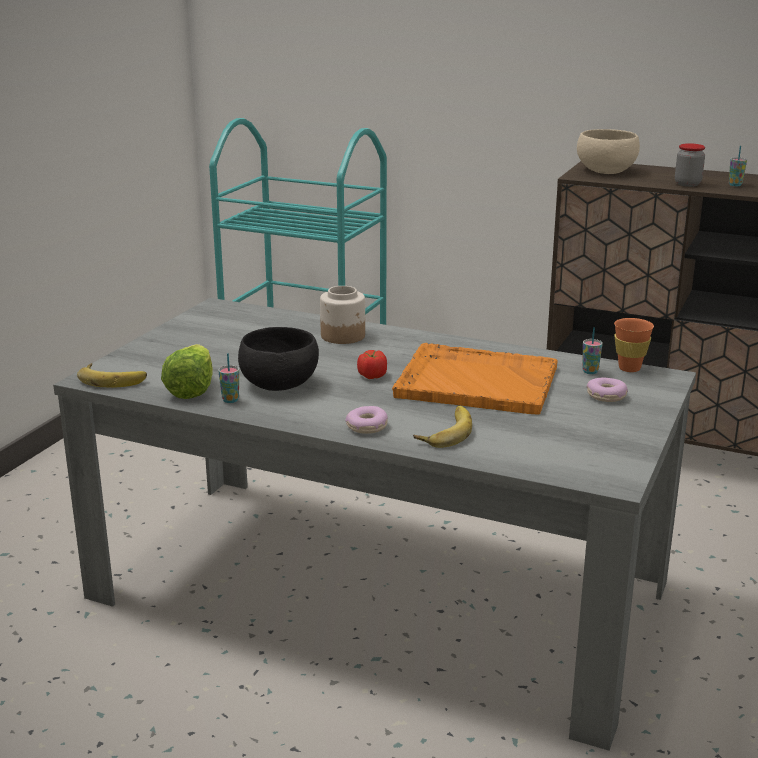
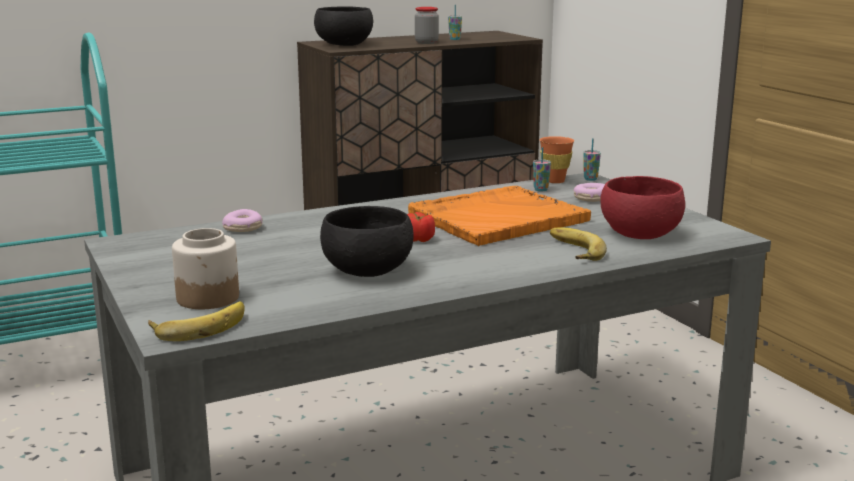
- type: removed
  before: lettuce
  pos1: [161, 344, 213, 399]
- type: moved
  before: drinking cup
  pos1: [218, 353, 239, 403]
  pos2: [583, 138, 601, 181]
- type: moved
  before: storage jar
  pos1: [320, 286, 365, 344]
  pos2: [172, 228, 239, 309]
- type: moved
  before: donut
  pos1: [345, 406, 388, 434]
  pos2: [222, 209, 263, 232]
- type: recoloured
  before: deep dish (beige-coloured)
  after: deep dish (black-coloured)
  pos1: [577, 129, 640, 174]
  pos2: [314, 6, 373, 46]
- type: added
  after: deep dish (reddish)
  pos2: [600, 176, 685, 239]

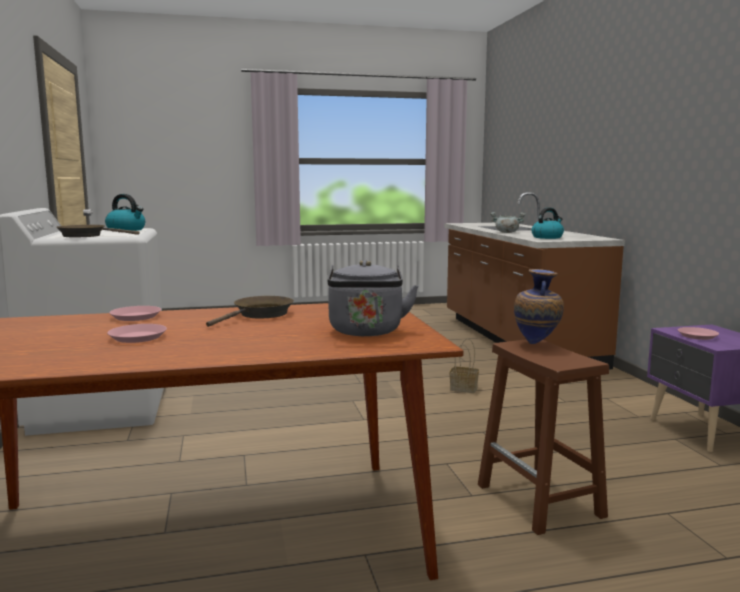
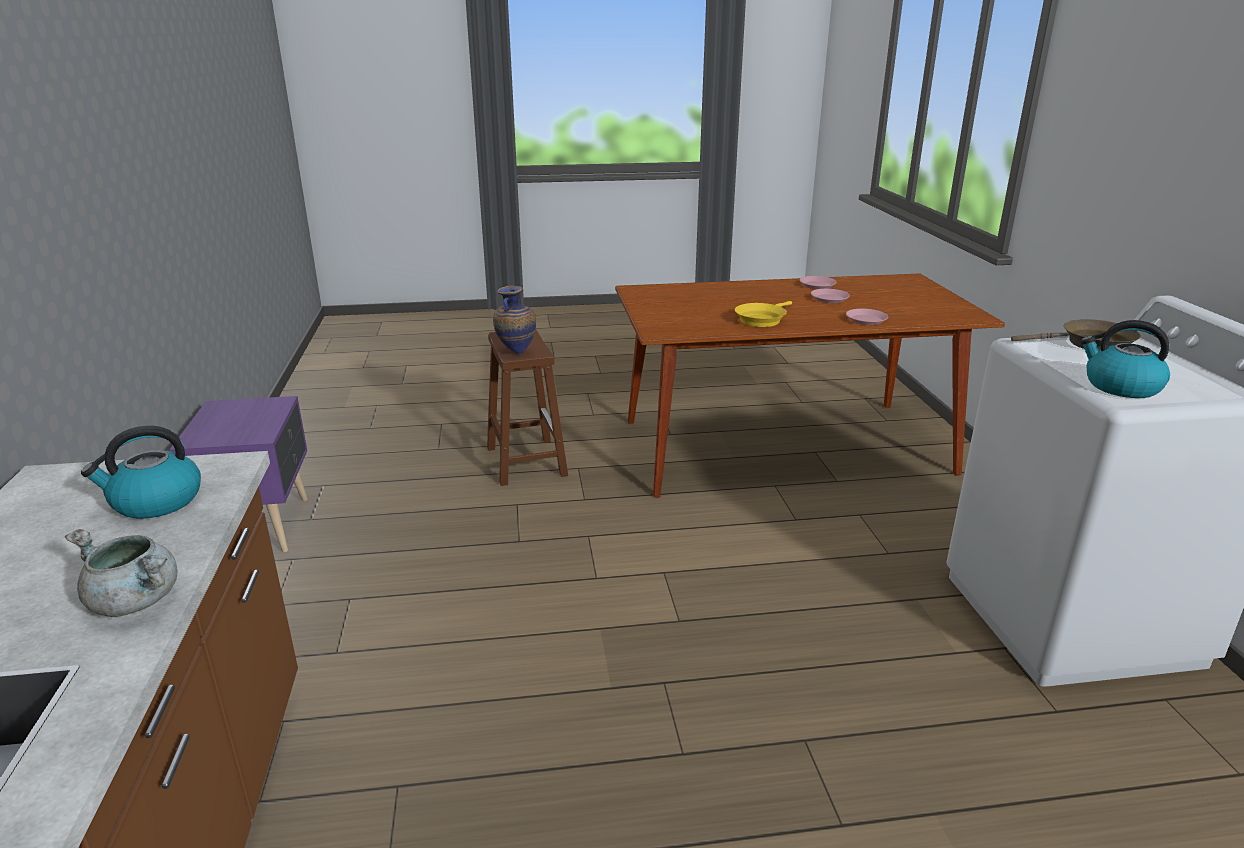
- type: recoloured
  before: pan (brown)
  after: pan (yellow)
  pos1: [206, 296, 294, 327]
  pos2: [735, 301, 792, 327]
- type: removed
  before: water kettle (greyish)
  pos1: [328, 260, 419, 336]
- type: removed
  before: storage basket
  pos1: [450, 338, 479, 393]
- type: moved
  before: plate (pinkish)
  pos1: [678, 327, 719, 340]
  pos2: [800, 276, 837, 289]

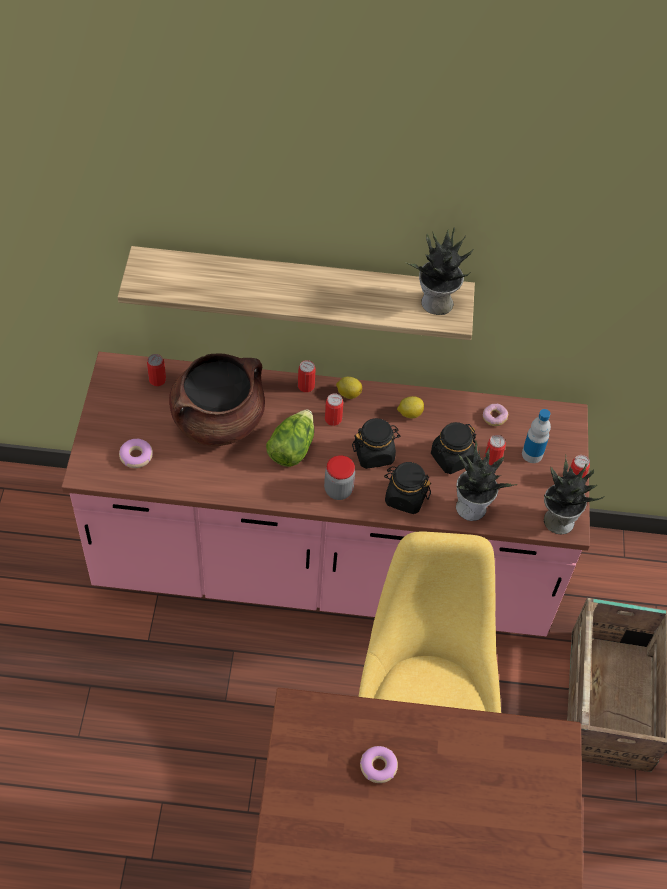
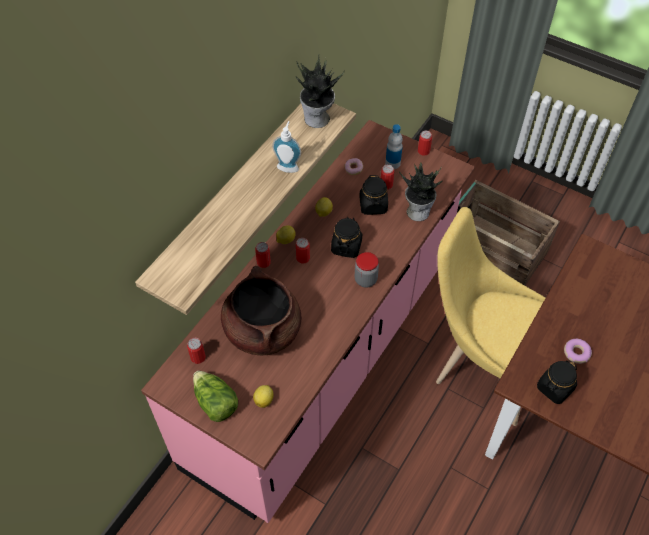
- type: replaced
  before: donut
  after: lemon
  pos1: [119, 439, 153, 468]
  pos2: [253, 385, 274, 408]
- type: moved
  before: lettuce
  pos1: [266, 409, 314, 467]
  pos2: [193, 371, 238, 422]
- type: moved
  before: storage jar (black-coloured)
  pos1: [384, 462, 431, 514]
  pos2: [537, 360, 577, 404]
- type: removed
  before: houseplant
  pos1: [544, 455, 604, 534]
- type: added
  after: soap bottle
  pos2: [272, 121, 301, 173]

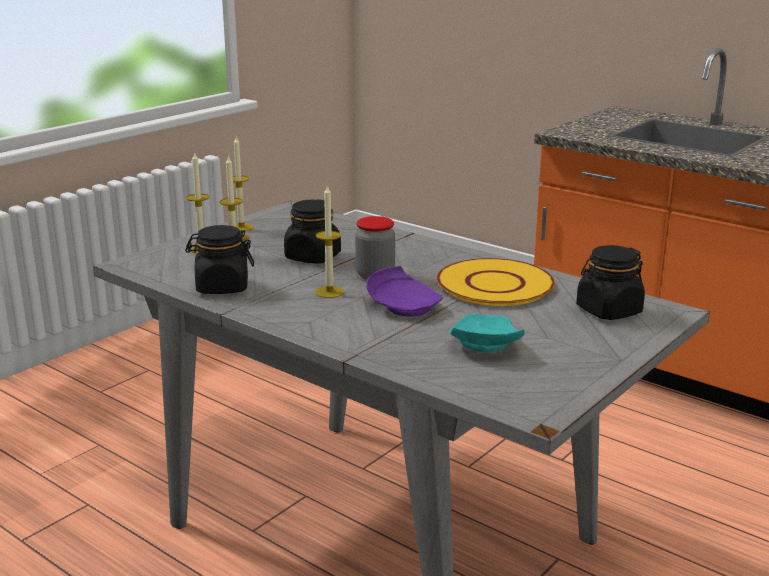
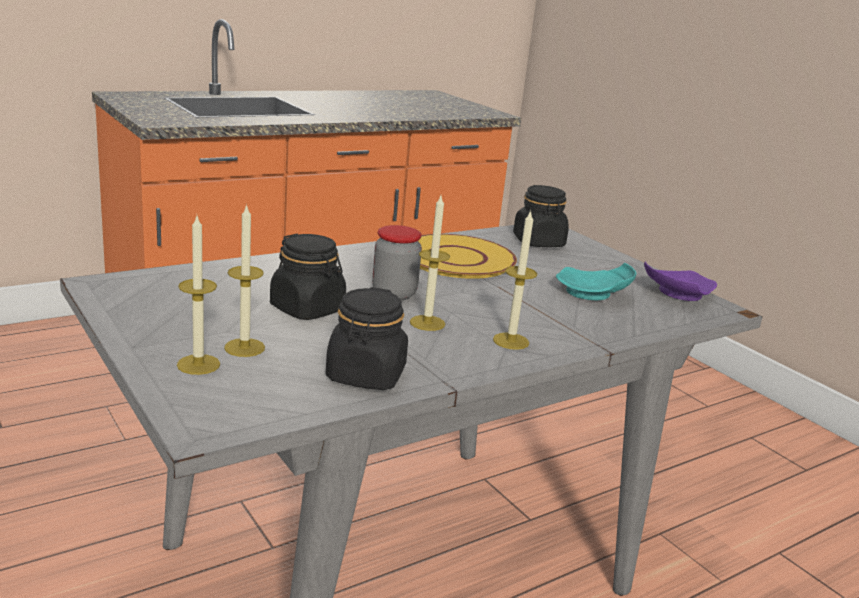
- type: moved
  before: wax candle
  pos1: [233, 137, 254, 232]
  pos2: [493, 210, 537, 350]
- type: moved
  before: plate (purple-coloured)
  pos1: [366, 266, 443, 317]
  pos2: [644, 262, 717, 301]

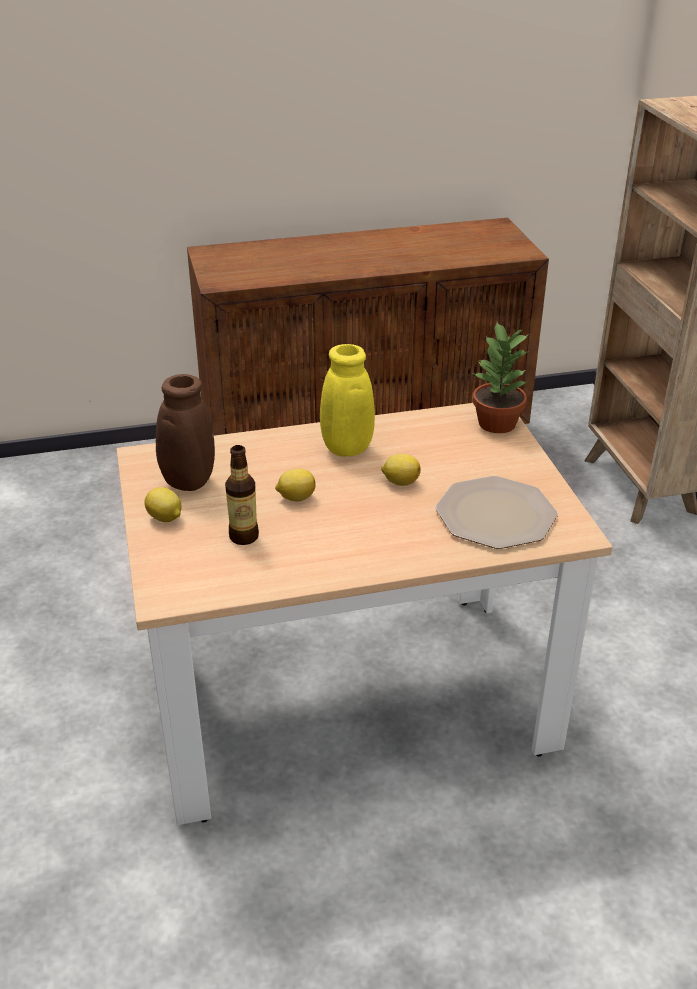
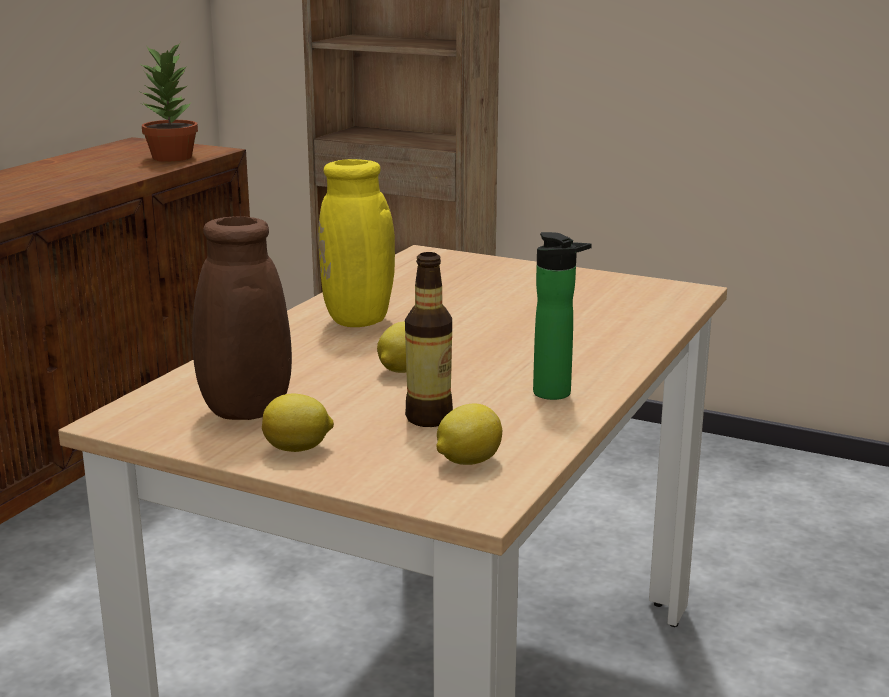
- type: moved
  before: lemon
  pos1: [381, 454, 421, 486]
  pos2: [436, 404, 502, 465]
- type: removed
  before: plate
  pos1: [436, 476, 558, 549]
- type: moved
  before: houseplant
  pos1: [473, 322, 529, 433]
  pos2: [139, 42, 198, 162]
- type: added
  after: beverage bottle
  pos2: [533, 232, 592, 400]

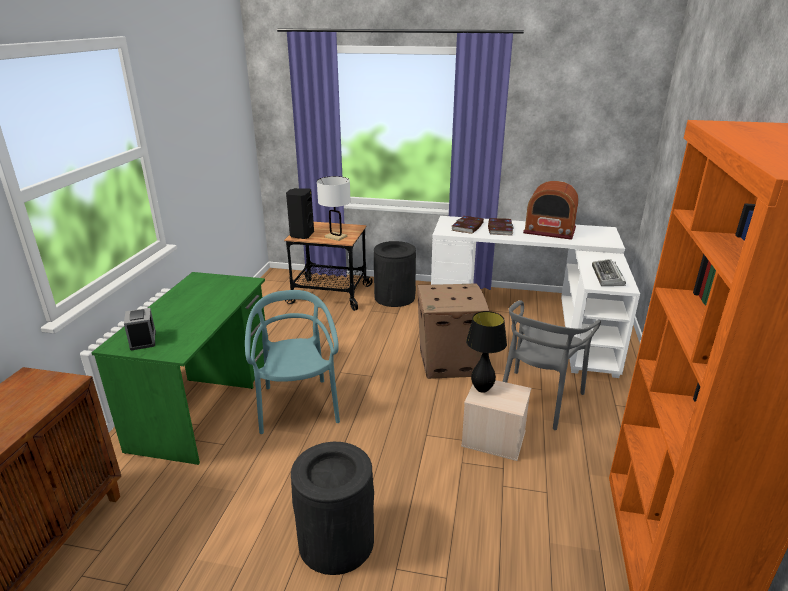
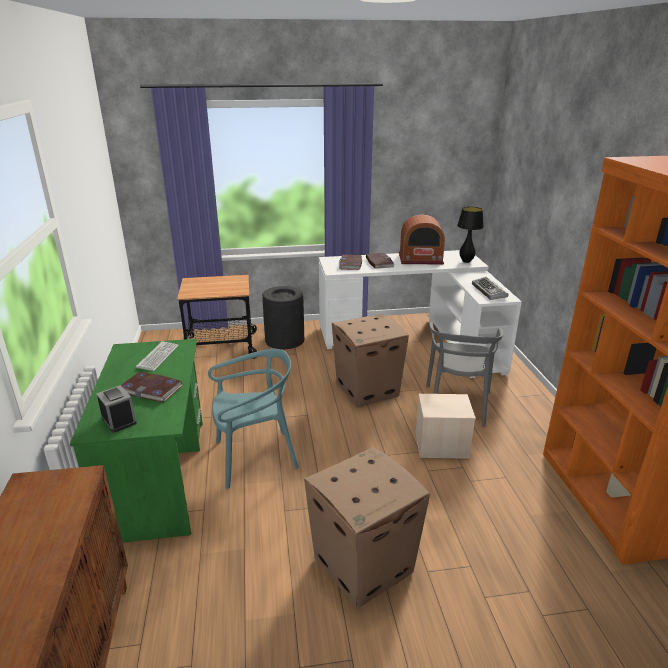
- type: turned
  before: plain chair (turquoise-coloured)
  pos1: [245, 290, 340, 434]
  pos2: [208, 349, 299, 489]
  turn: 105
- type: removed
  before: loudspeaker (black-coloured)
  pos1: [286, 188, 314, 239]
- type: replaced
  before: rubbish bin (black-coloured)
  after: carton
  pos1: [291, 442, 374, 575]
  pos2: [304, 447, 430, 608]
- type: removed
  before: tabletop lamp (white)
  pos1: [317, 176, 351, 241]
- type: moved
  before: tabletop lamp (black-coloured)
  pos1: [466, 311, 507, 393]
  pos2: [457, 207, 484, 263]
- type: added
  after: volume
  pos2: [121, 372, 182, 402]
- type: added
  after: keyboard
  pos2: [136, 341, 179, 371]

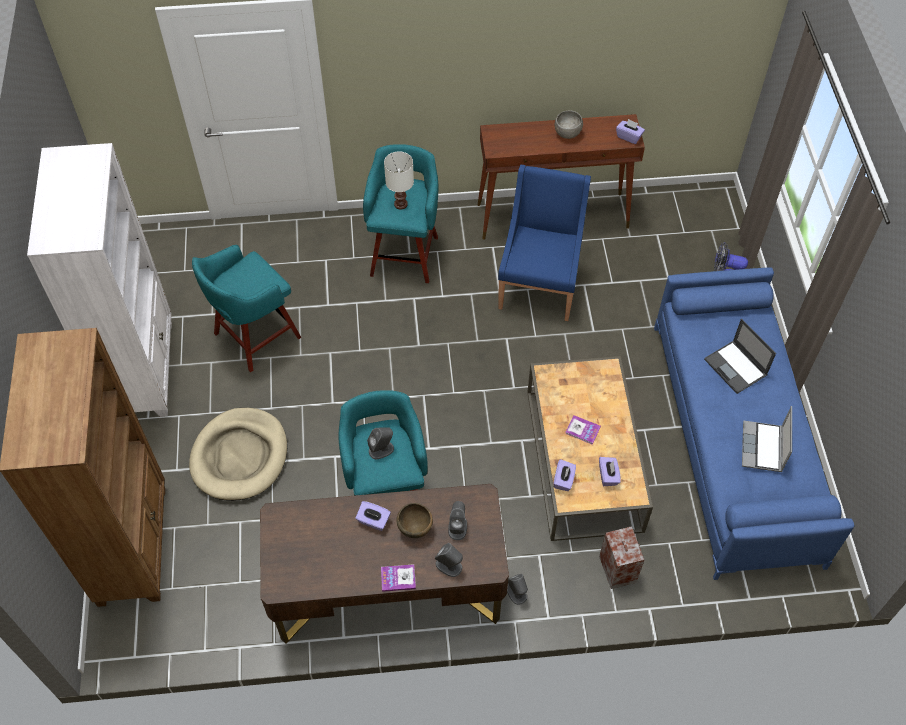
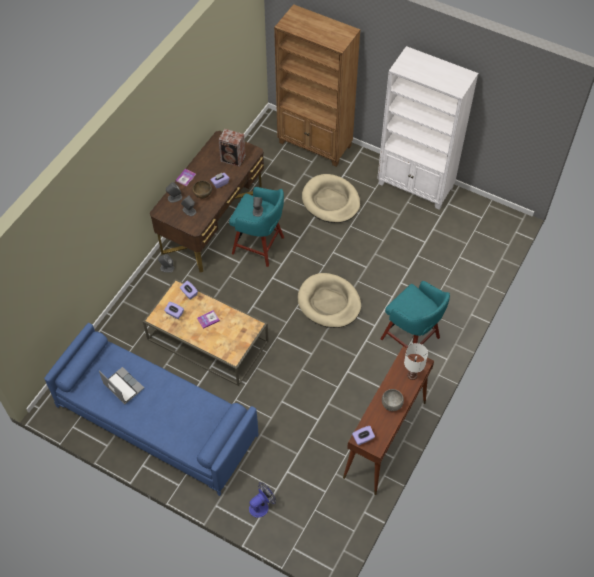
- type: removed
  before: stool seat (turquoise-coloured)
  pos1: [192, 245, 301, 372]
- type: moved
  before: tabletop lamp (white)
  pos1: [384, 151, 414, 210]
  pos2: [404, 343, 428, 380]
- type: removed
  before: easy chair (blue)
  pos1: [498, 165, 591, 321]
- type: moved
  before: loudspeaker
  pos1: [599, 526, 644, 589]
  pos2: [219, 129, 246, 167]
- type: removed
  before: notebook computer
  pos1: [704, 319, 776, 394]
- type: added
  after: pet bed (beige-coloured)
  pos2: [298, 273, 361, 328]

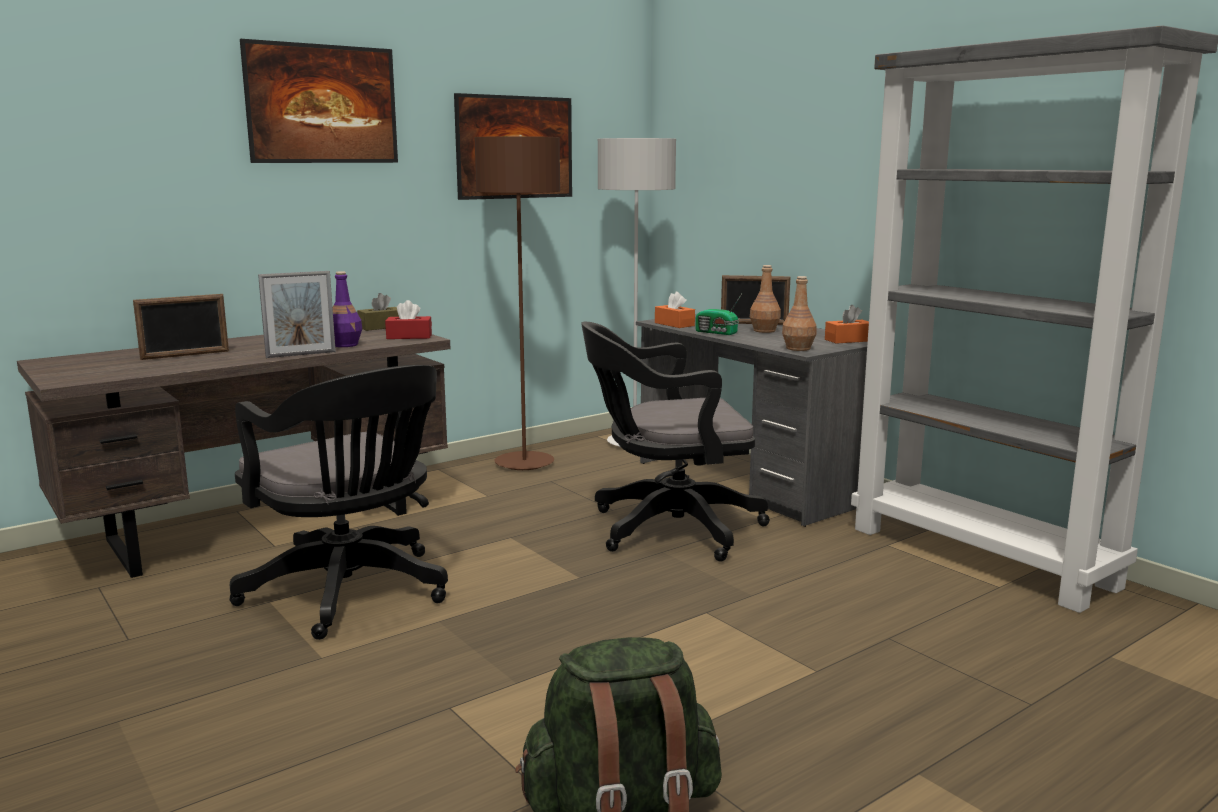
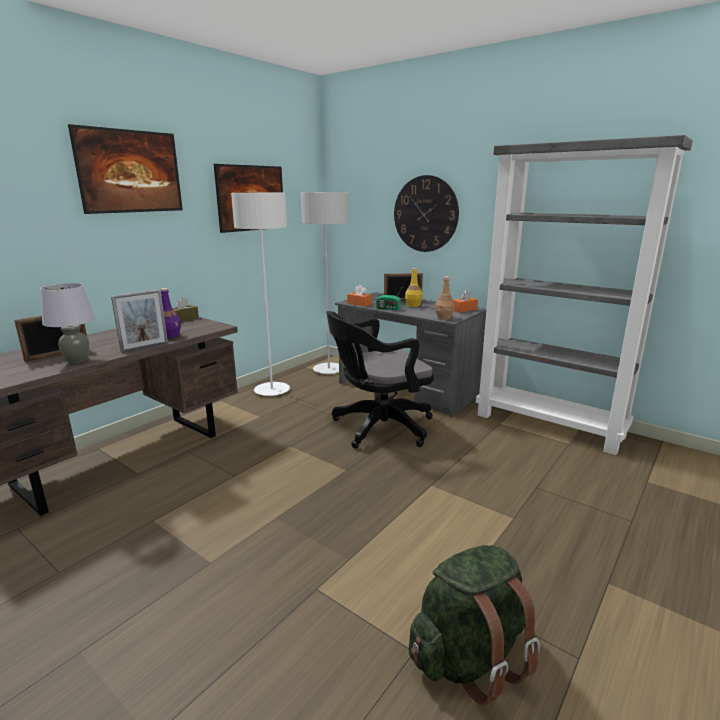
- type: removed
  before: desk chair (black-coloured)
  pos1: [229, 365, 448, 640]
- type: removed
  before: tissue box (reddish)
  pos1: [385, 300, 432, 339]
- type: recoloured
  before: standing lamp (brown)
  after: standing lamp (white)
  pos1: [474, 136, 560, 470]
  pos2: [231, 193, 290, 396]
- type: recoloured
  before: beverage bottle (brown)
  after: beverage bottle (yellow)
  pos1: [750, 265, 781, 333]
  pos2: [405, 268, 423, 307]
- type: added
  after: tabletop lamp (greyish)
  pos2: [40, 283, 95, 363]
- type: added
  after: wall clock
  pos2: [394, 175, 459, 252]

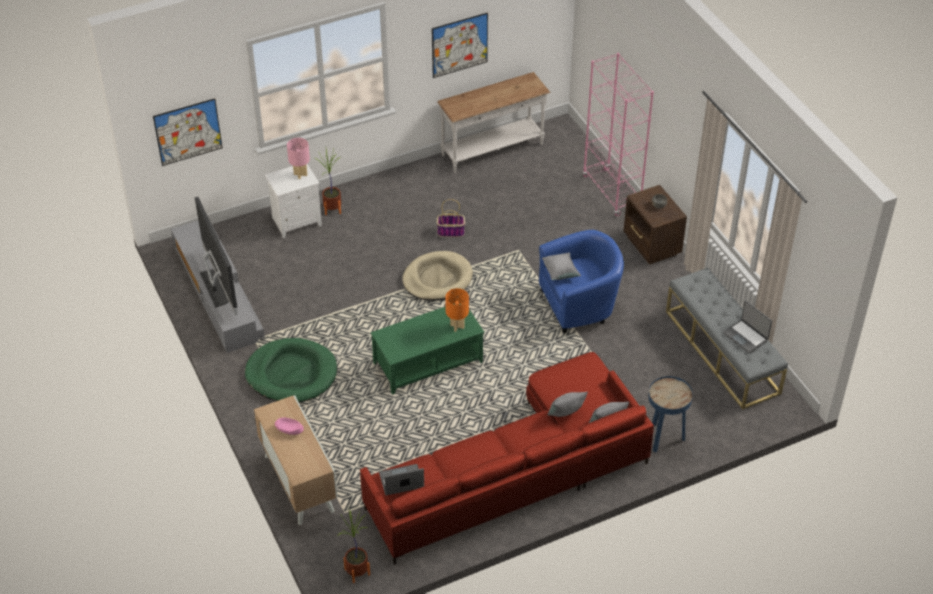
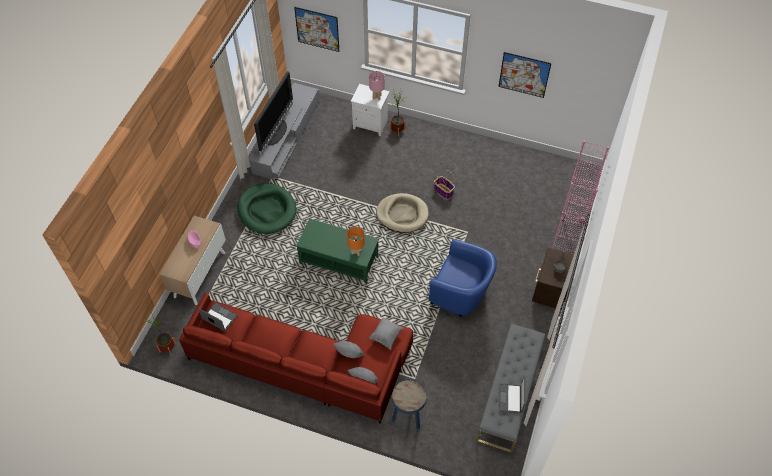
- type: removed
  before: narrow table (white)
  pos1: [437, 72, 551, 173]
- type: moved
  before: pillow (greyish)
  pos1: [542, 252, 581, 280]
  pos2: [369, 317, 404, 350]

